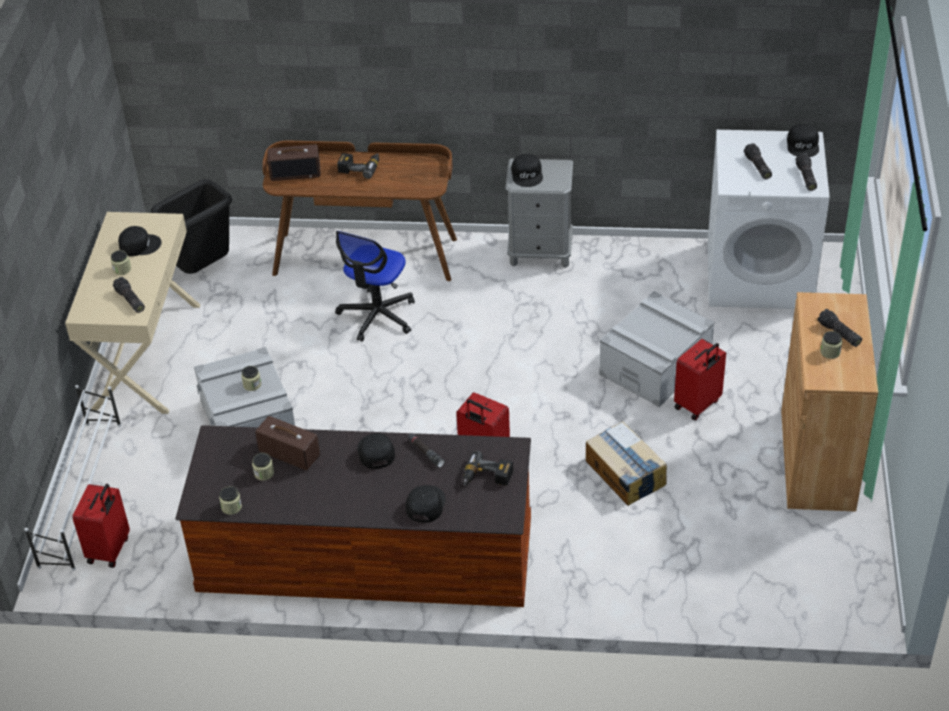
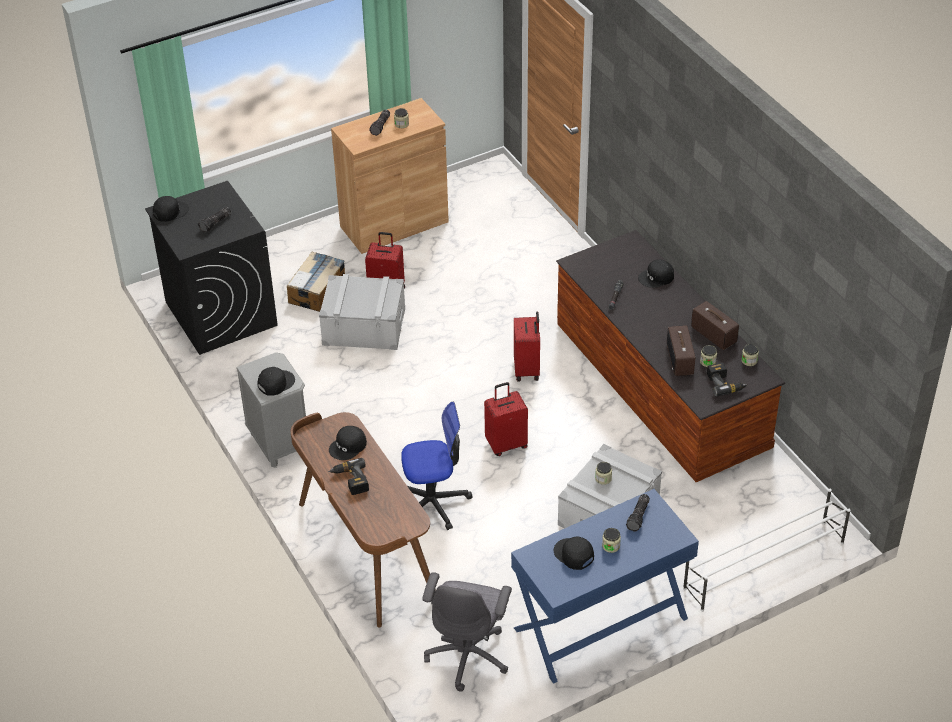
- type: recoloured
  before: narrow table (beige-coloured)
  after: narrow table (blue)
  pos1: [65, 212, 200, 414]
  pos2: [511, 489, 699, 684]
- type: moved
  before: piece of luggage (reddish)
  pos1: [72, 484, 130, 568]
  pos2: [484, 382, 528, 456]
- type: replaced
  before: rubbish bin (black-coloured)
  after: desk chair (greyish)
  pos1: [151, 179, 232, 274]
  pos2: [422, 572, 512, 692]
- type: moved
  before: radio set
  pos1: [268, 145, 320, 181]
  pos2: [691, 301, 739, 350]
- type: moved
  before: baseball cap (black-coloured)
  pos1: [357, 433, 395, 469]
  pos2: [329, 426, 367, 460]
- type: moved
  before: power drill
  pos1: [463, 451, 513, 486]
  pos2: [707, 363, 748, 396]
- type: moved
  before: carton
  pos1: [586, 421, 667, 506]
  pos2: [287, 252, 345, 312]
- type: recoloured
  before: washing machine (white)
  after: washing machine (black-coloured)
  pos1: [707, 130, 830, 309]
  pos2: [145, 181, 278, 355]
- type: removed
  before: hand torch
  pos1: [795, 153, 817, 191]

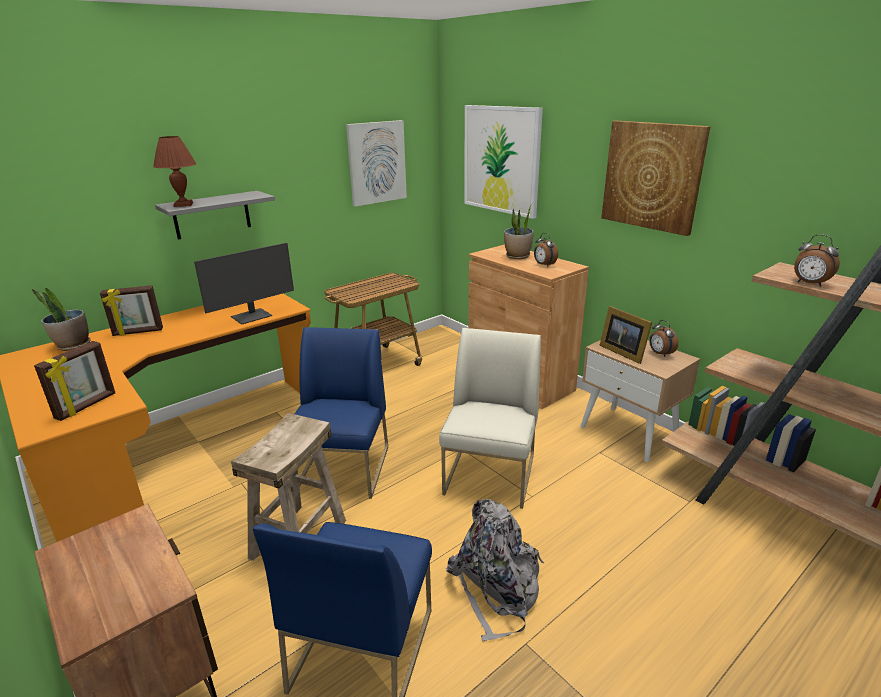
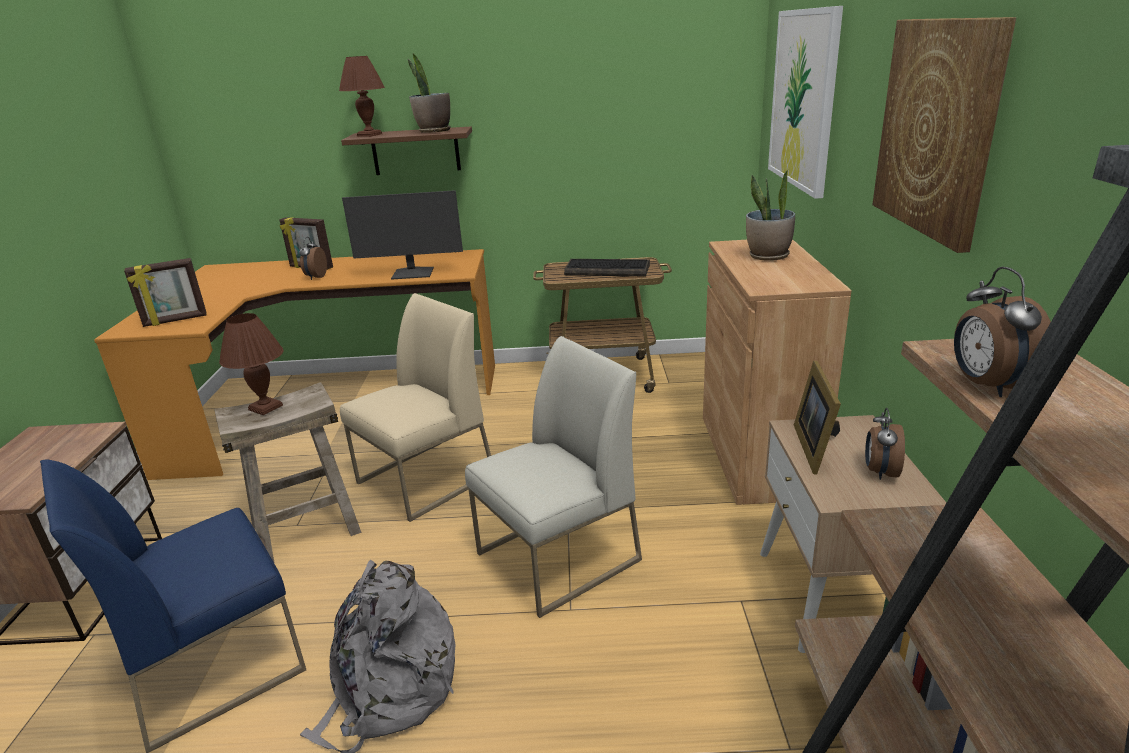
- type: moved
  before: houseplant
  pos1: [32, 288, 91, 351]
  pos2: [408, 54, 451, 133]
- type: recoloured
  before: bracket shelf (greyish)
  after: bracket shelf (brown)
  pos1: [155, 191, 275, 240]
  pos2: [341, 127, 472, 175]
- type: recoloured
  before: plain chair (blue)
  after: plain chair (beige-coloured)
  pos1: [295, 327, 388, 499]
  pos2: [340, 293, 491, 522]
- type: removed
  before: wall art
  pos1: [346, 120, 407, 207]
- type: moved
  before: table clock
  pos1: [534, 233, 558, 266]
  pos2: [299, 237, 327, 280]
- type: added
  after: tabletop lamp (brown)
  pos2: [219, 313, 283, 415]
- type: added
  after: keyboard
  pos2: [564, 259, 650, 276]

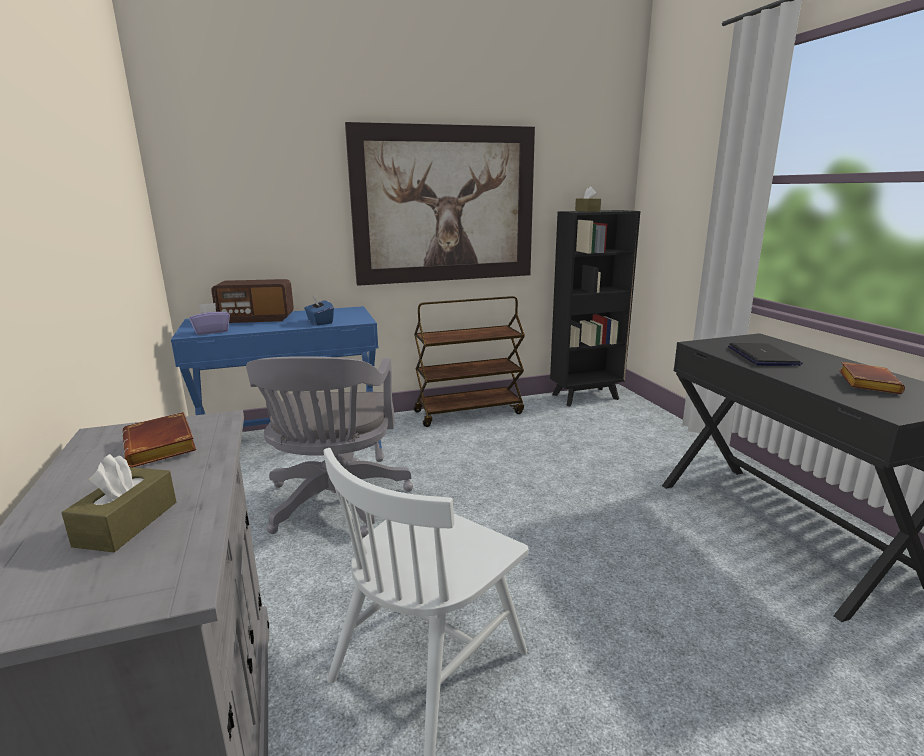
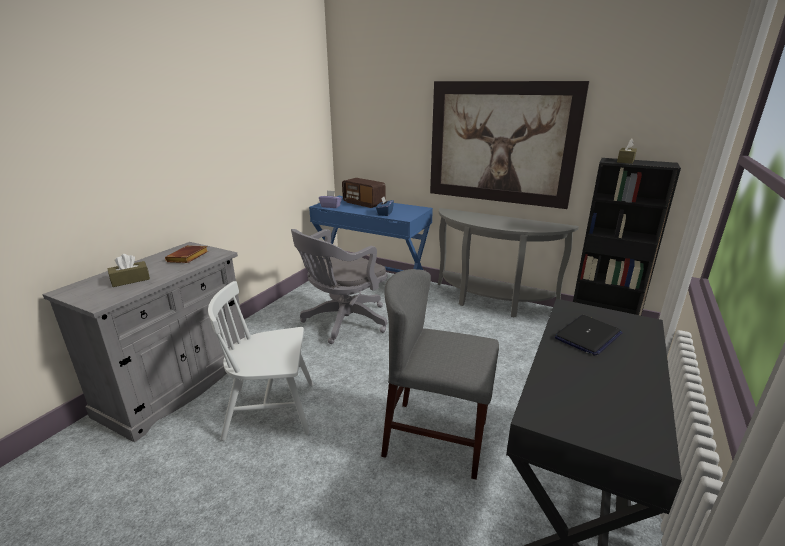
- type: replaced
  before: cart (brown)
  after: narrow table (greyish)
  pos1: [414, 296, 525, 427]
  pos2: [438, 208, 579, 318]
- type: removed
  before: volume (brown)
  pos1: [839, 362, 905, 394]
- type: added
  after: plain chair (greyish)
  pos2: [381, 269, 499, 480]

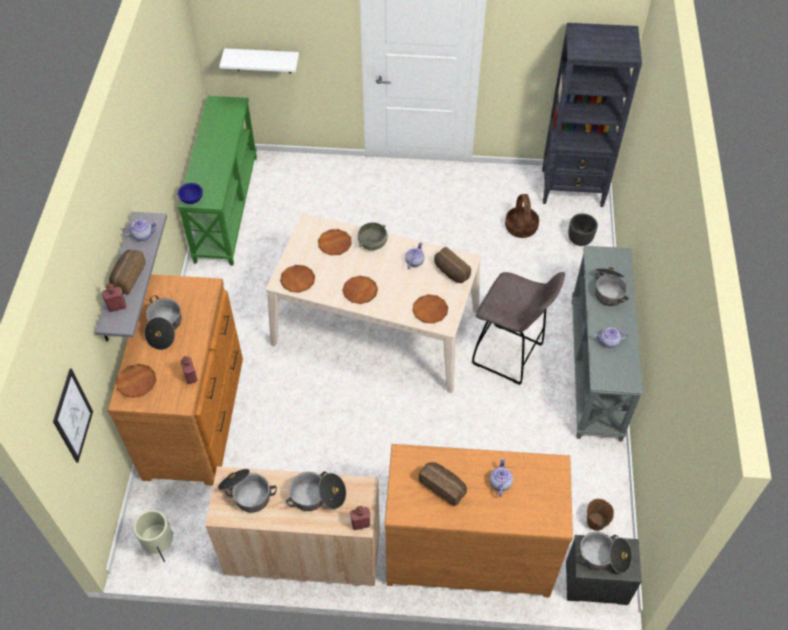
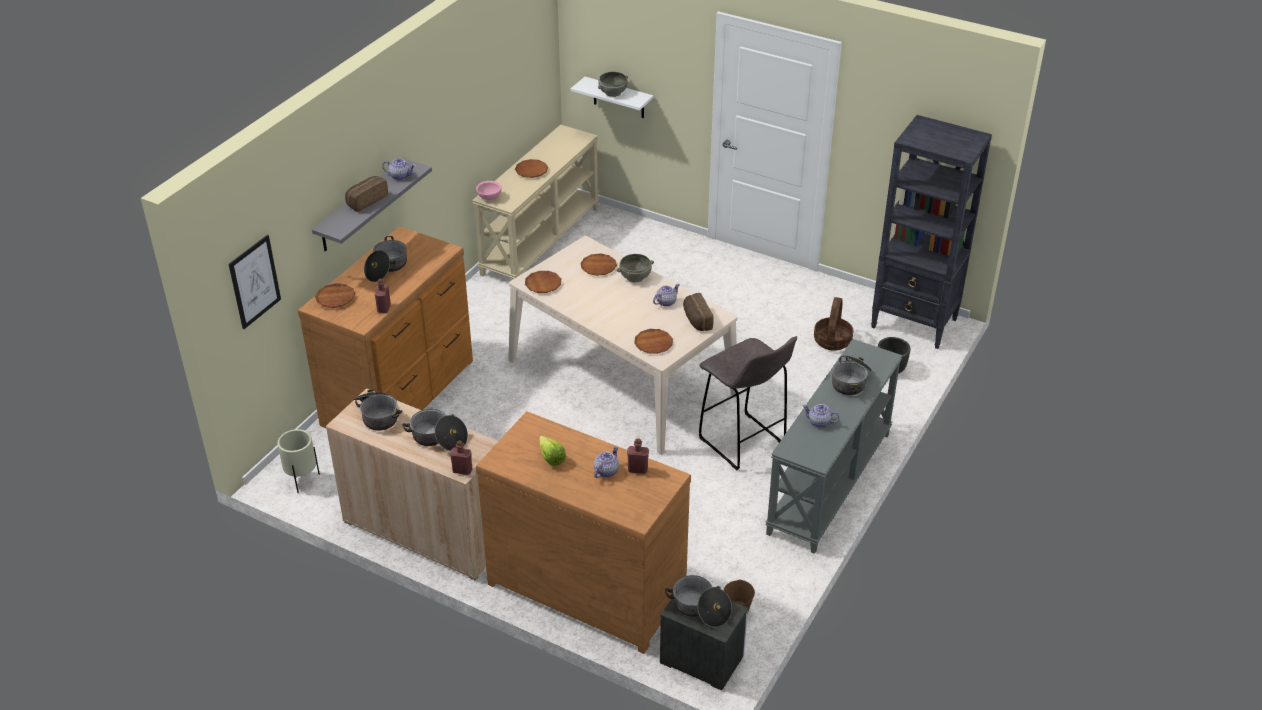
- type: moved
  before: beverage bottle (reddish)
  pos1: [102, 283, 126, 312]
  pos2: [627, 438, 649, 474]
- type: recoloured
  before: narrow table (greenish)
  after: narrow table (beige-coloured)
  pos1: [177, 96, 257, 266]
  pos2: [472, 125, 599, 280]
- type: recoloured
  before: deep dish (blue)
  after: deep dish (pinkish)
  pos1: [178, 183, 203, 204]
  pos2: [476, 181, 502, 200]
- type: moved
  before: plate (brown)
  pos1: [342, 276, 378, 304]
  pos2: [515, 159, 548, 178]
- type: replaced
  before: bakery bread
  after: lettuce
  pos1: [419, 462, 467, 506]
  pos2: [539, 435, 566, 466]
- type: added
  after: deep dish (greyish)
  pos2: [598, 72, 628, 97]

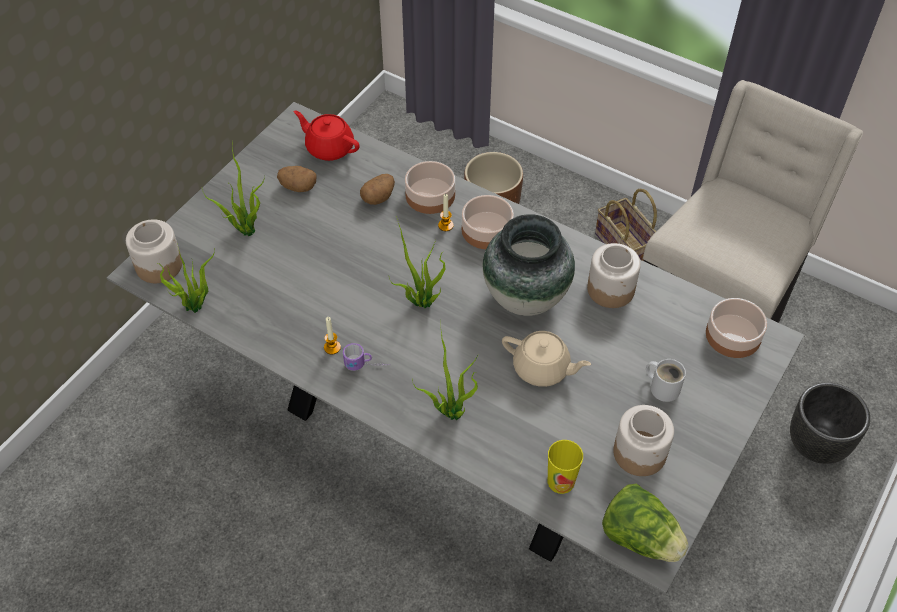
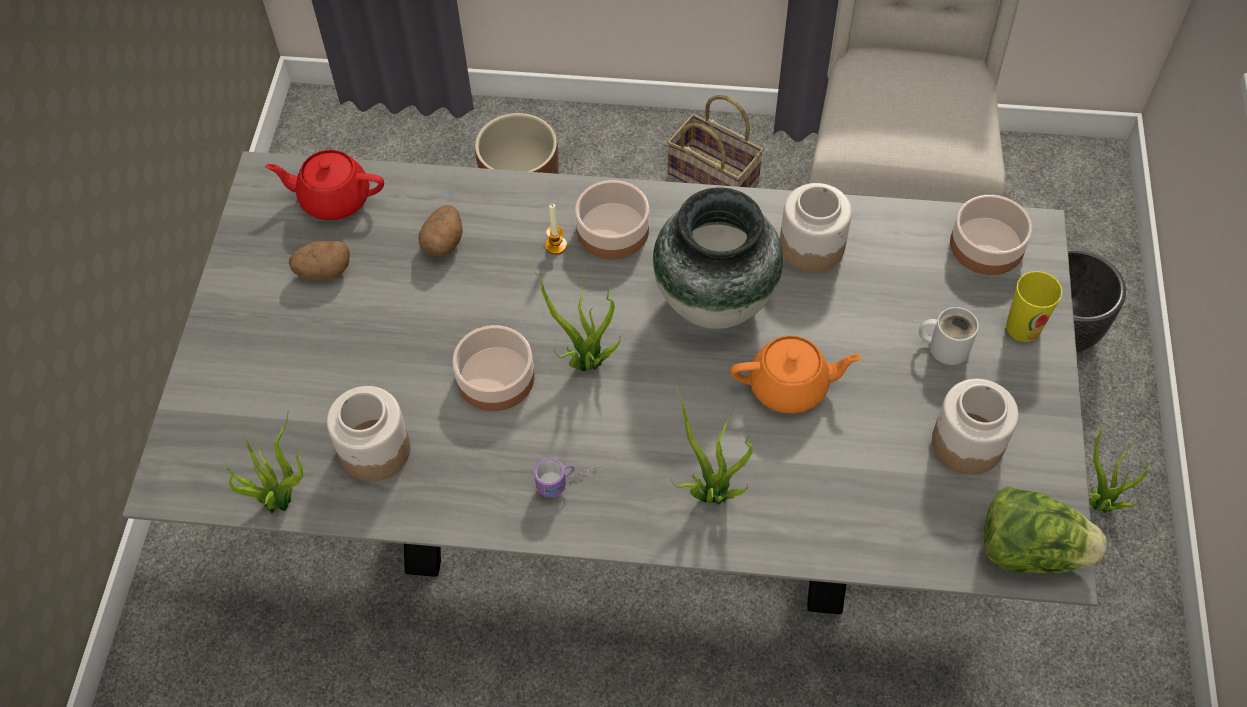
- type: moved
  before: storage jar
  pos1: [126, 220, 182, 283]
  pos2: [327, 386, 410, 481]
- type: moved
  before: houseplant
  pos1: [202, 139, 265, 236]
  pos2: [1089, 416, 1153, 513]
- type: removed
  before: wax candle
  pos1: [324, 317, 341, 354]
- type: moved
  before: deep dish
  pos1: [405, 161, 455, 214]
  pos2: [452, 325, 535, 411]
- type: recoloured
  before: pot for tea (beige-coloured)
  after: pot for tea (orange-coloured)
  pos1: [502, 331, 591, 387]
  pos2: [730, 335, 862, 414]
- type: moved
  before: drinking cup
  pos1: [548, 440, 583, 494]
  pos2: [1006, 271, 1062, 342]

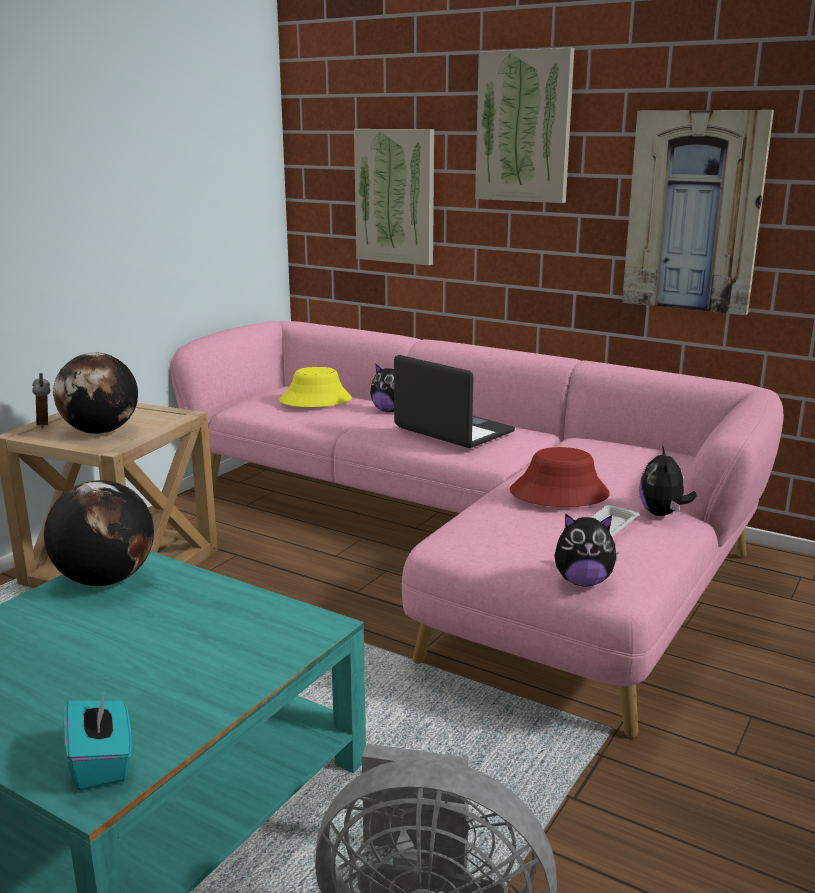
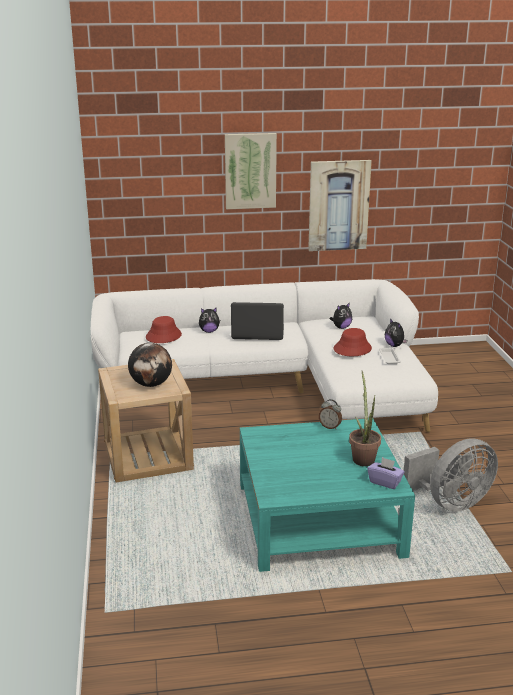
- type: moved
  before: table clock
  pos1: [32, 373, 50, 429]
  pos2: [319, 399, 342, 429]
- type: removed
  before: globe
  pos1: [44, 480, 154, 586]
- type: recoloured
  before: tissue box (turquoise-coloured)
  after: tissue box (purple-coloured)
  pos1: [64, 690, 132, 791]
  pos2: [367, 457, 405, 489]
- type: recoloured
  before: settee (pinkish)
  after: settee (white)
  pos1: [171, 321, 784, 738]
  pos2: [91, 279, 438, 432]
- type: recoloured
  before: hat (yellow)
  after: hat (reddish)
  pos1: [279, 367, 352, 407]
  pos2: [146, 316, 182, 343]
- type: removed
  before: wall art
  pos1: [354, 129, 434, 265]
- type: moved
  before: soft toy
  pos1: [554, 513, 619, 587]
  pos2: [330, 302, 352, 329]
- type: added
  after: houseplant
  pos2: [349, 371, 381, 466]

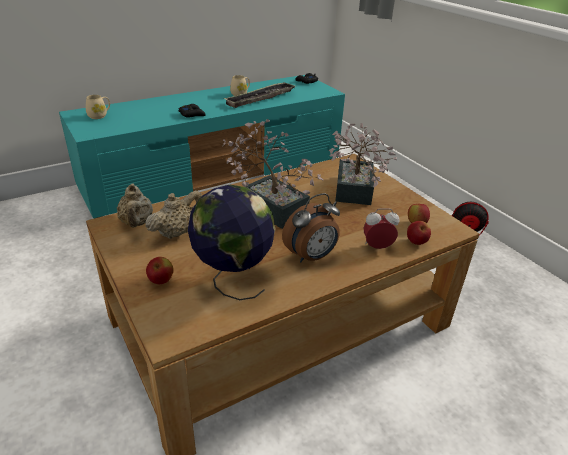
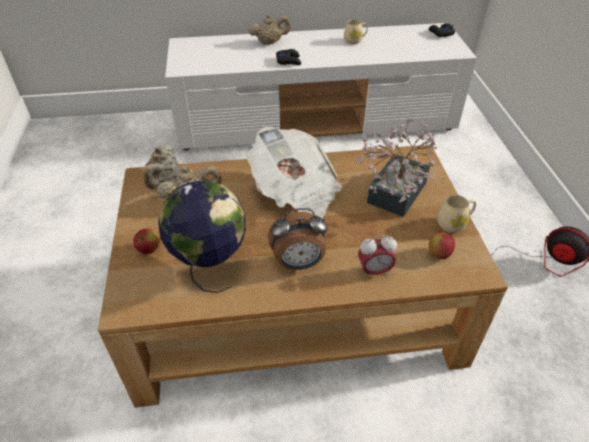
- type: recoloured
  before: tv stand (turquoise-coloured)
  after: tv stand (white)
  pos1: [59, 75, 345, 218]
  pos2: [165, 23, 477, 150]
- type: moved
  before: coffee mug (beige-coloured)
  pos1: [86, 95, 110, 119]
  pos2: [437, 195, 476, 233]
- type: replaced
  before: houseplant
  after: printed paper
  pos1: [222, 119, 324, 229]
  pos2: [247, 126, 342, 218]
- type: removed
  before: carrying tray
  pos1: [223, 83, 295, 108]
- type: turned
  before: table clock
  pos1: [363, 208, 399, 249]
  pos2: [358, 235, 397, 278]
  turn: 150
- type: removed
  before: apple fruit
  pos1: [407, 221, 431, 245]
- type: added
  after: pot for tea (beige-coloured)
  pos2: [249, 13, 291, 45]

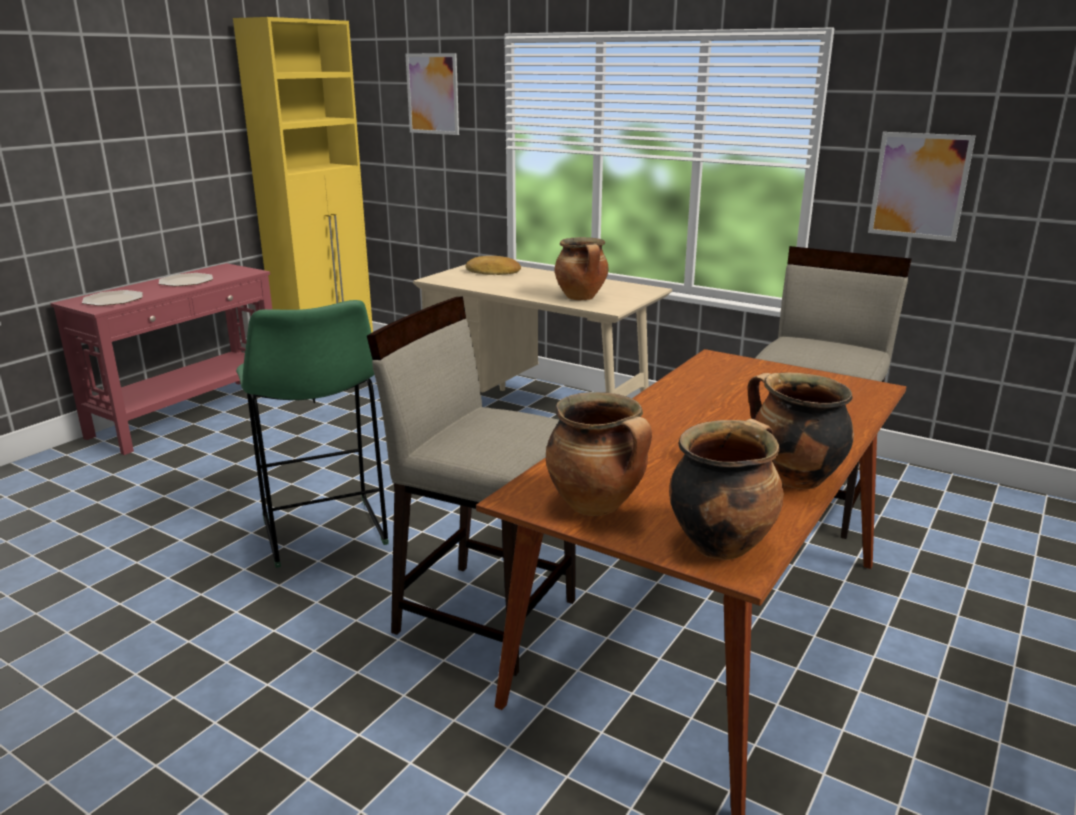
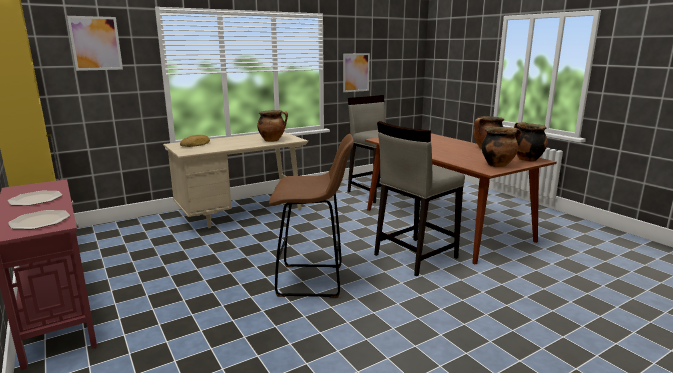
- type: recoloured
  before: stool seat (greenish)
  after: stool seat (brown)
  pos1: [236, 300, 389, 568]
  pos2: [269, 134, 354, 298]

